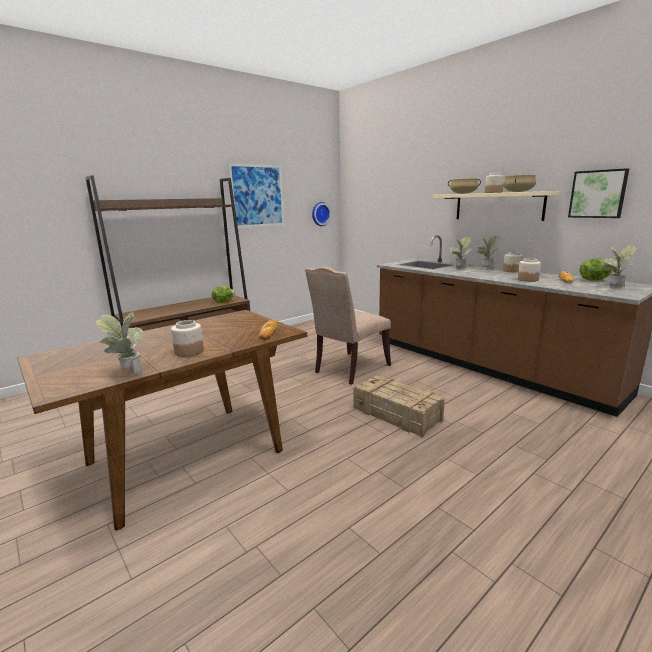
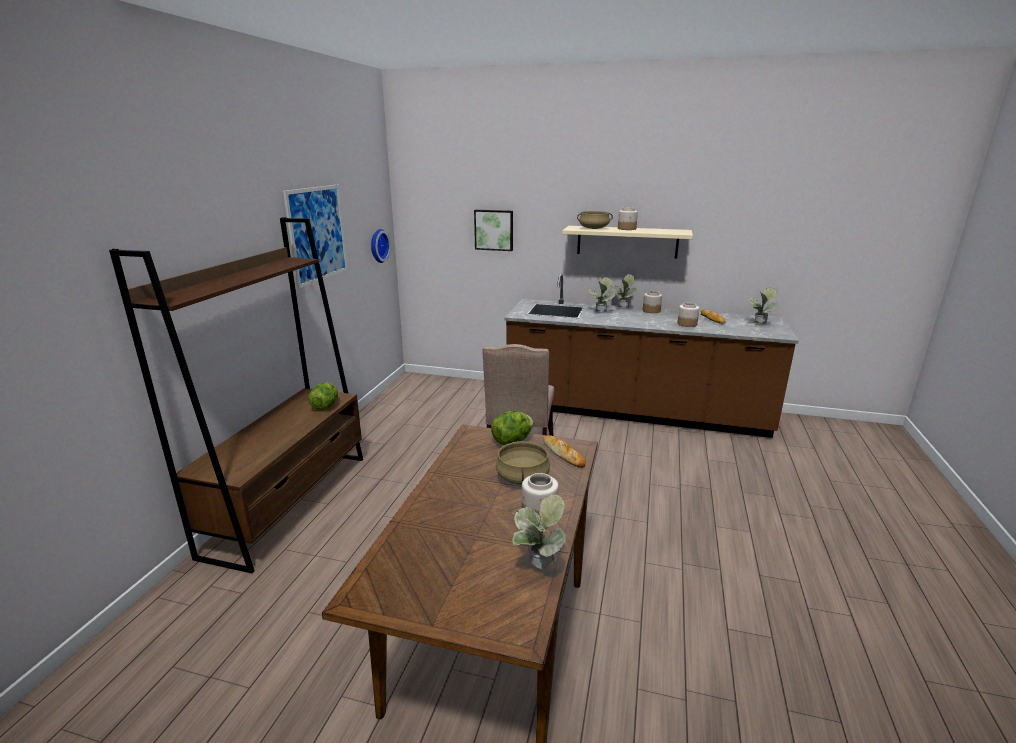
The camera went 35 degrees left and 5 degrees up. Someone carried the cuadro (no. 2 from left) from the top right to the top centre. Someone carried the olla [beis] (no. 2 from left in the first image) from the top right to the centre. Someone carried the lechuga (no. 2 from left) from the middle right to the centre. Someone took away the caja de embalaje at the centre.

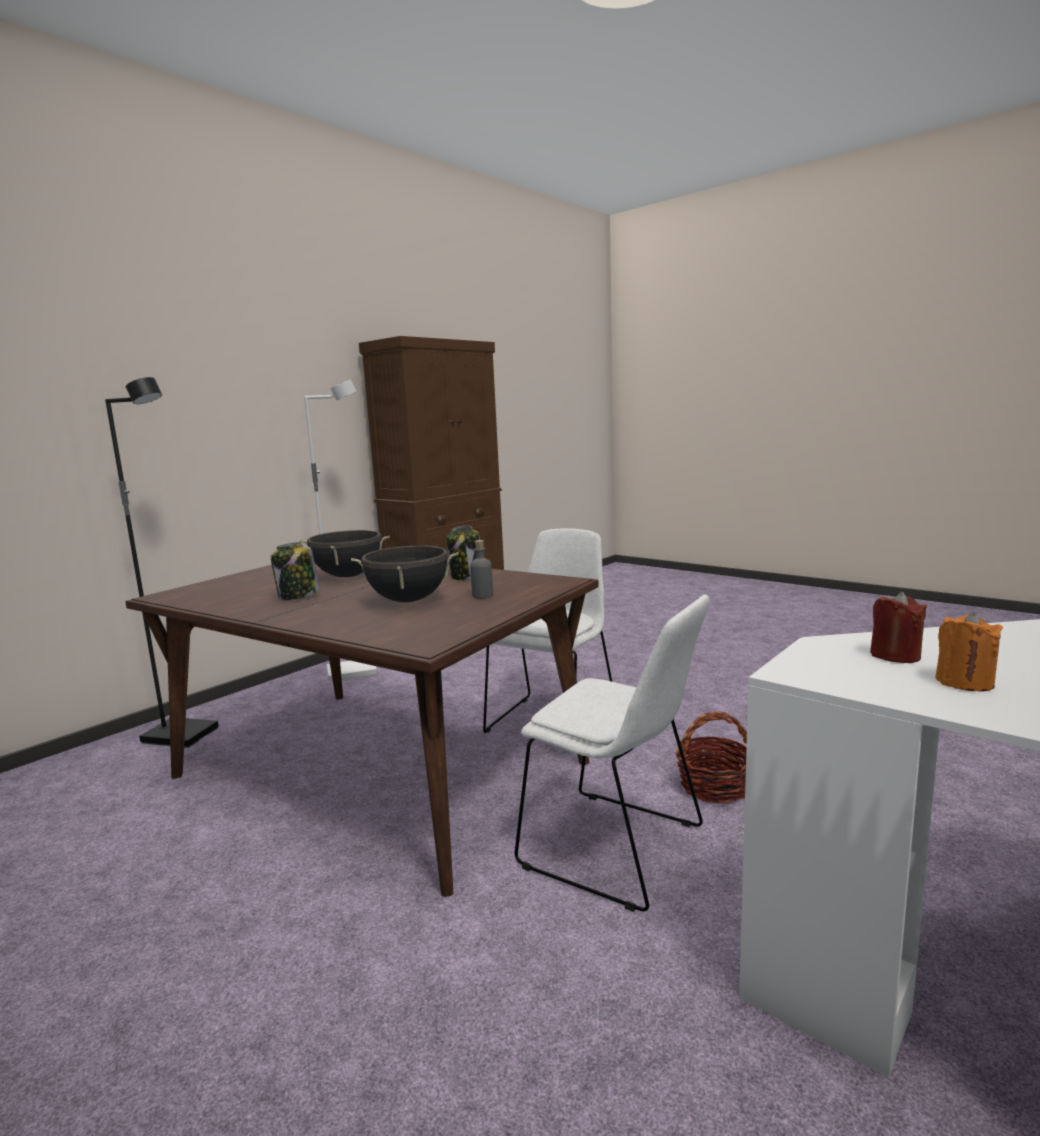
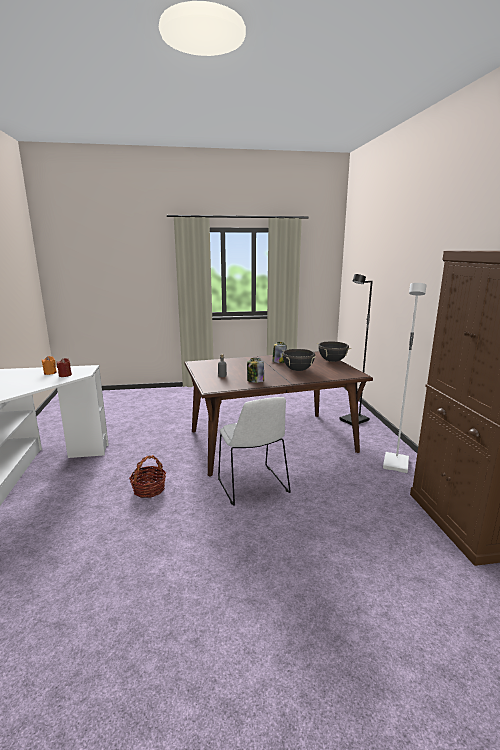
The camera went 130 degrees right and 5 degrees up. Someone carried the olla [negro] (no. 2 from left) from the centre to the middle right. Someone took away the silla [blanco] (no. 2 from left) at the centre.

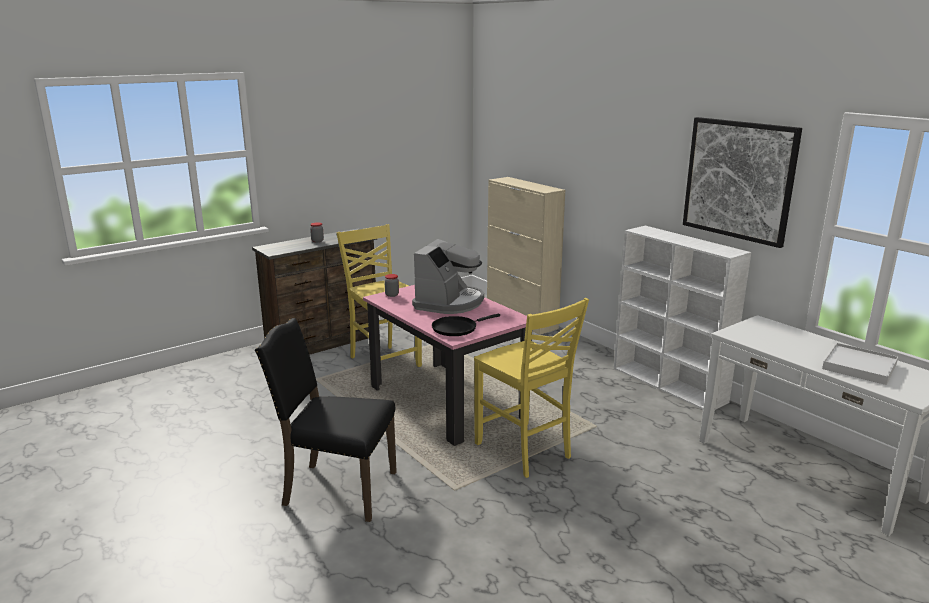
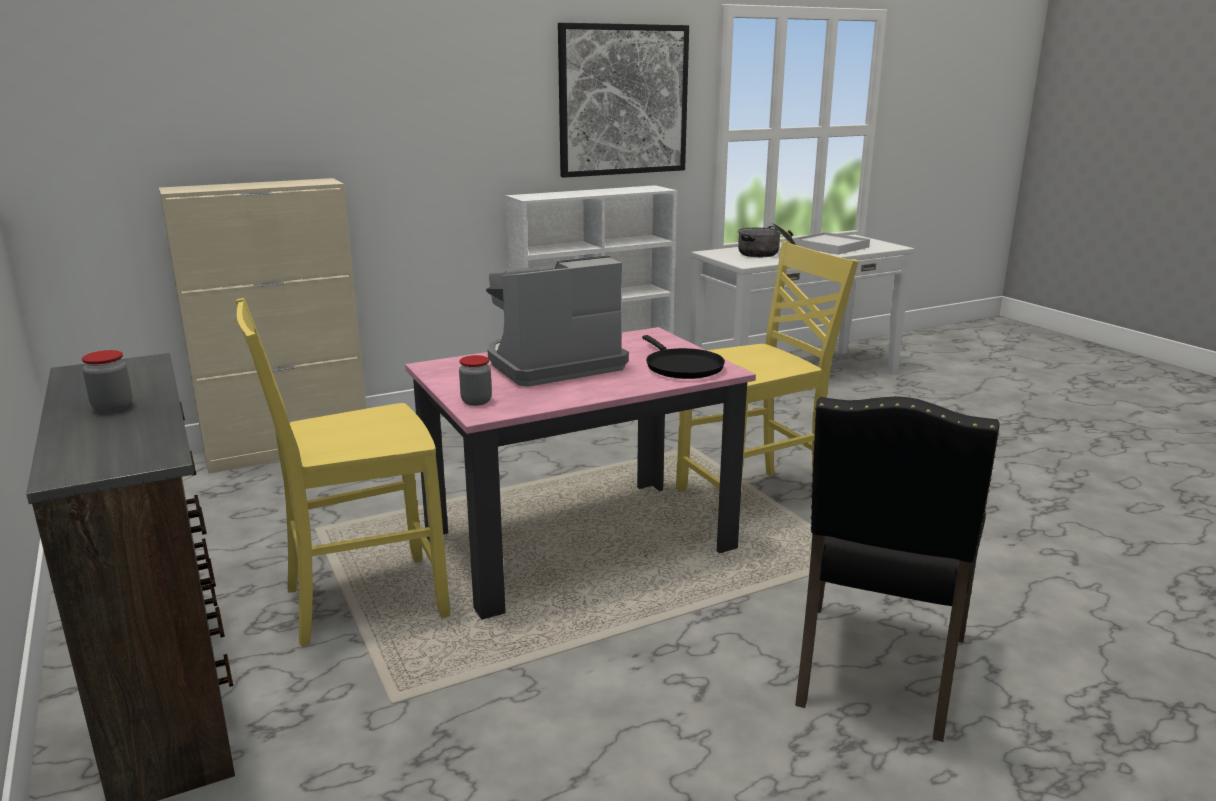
The camera went 80 degrees left and 0 degrees up. Someone rotated the cafetera at the centre by 60 degrees counterclockwise. Someone put down the olla at the top centre.

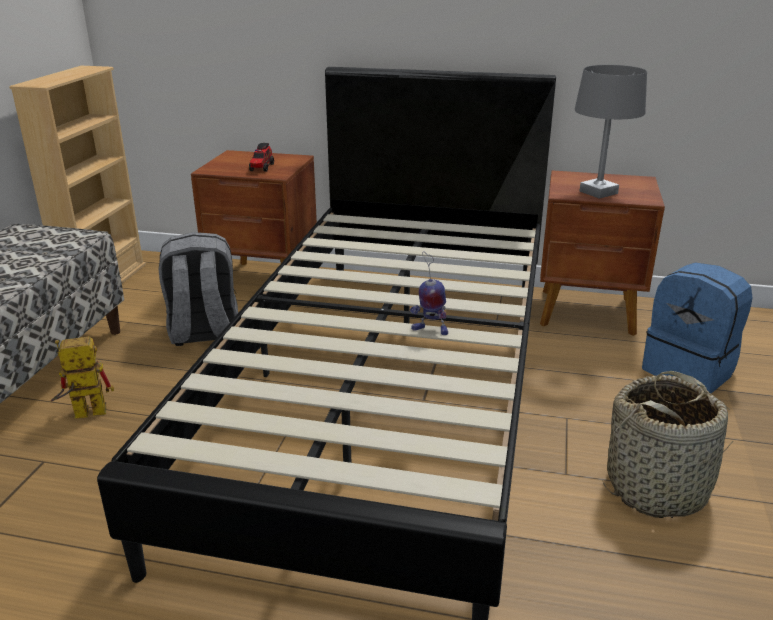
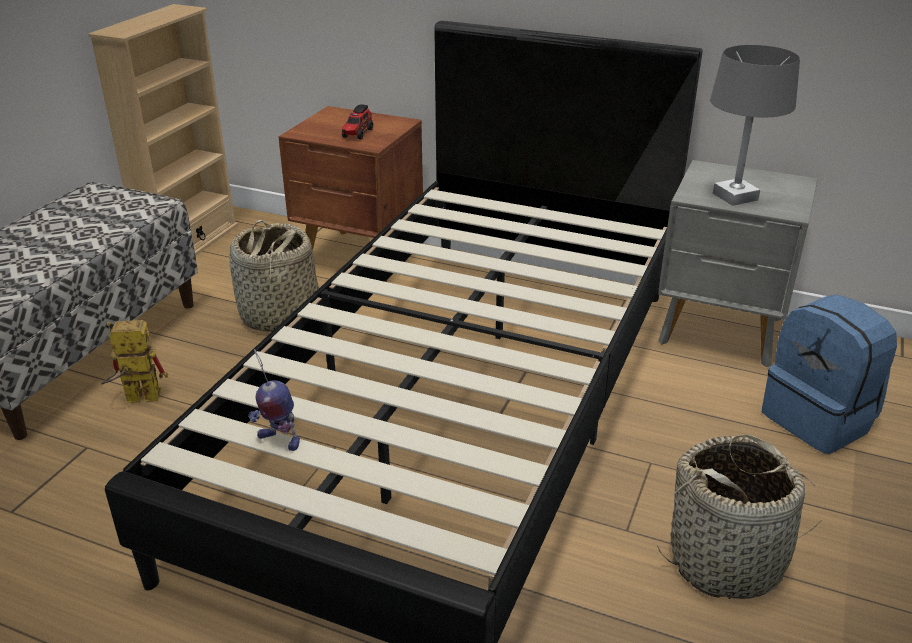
The camera went 10 degrees right and 5 degrees up. Someone repainted the mesita de noche [marrón] (no. 2 from left) at the middle right, which became the mesita de noche [gris] at the middle right. Someone swapped the mochila [gris] at the middle left for the cesta (no. 1 from left) at the middle left. Someone carried the robot de juguete (no. 2 from left) from the centre to the middle left.

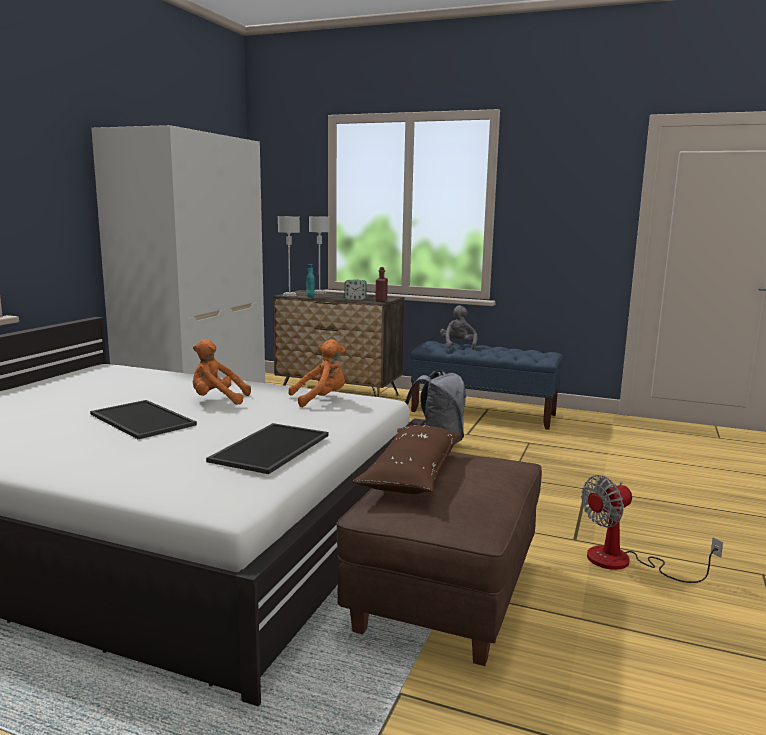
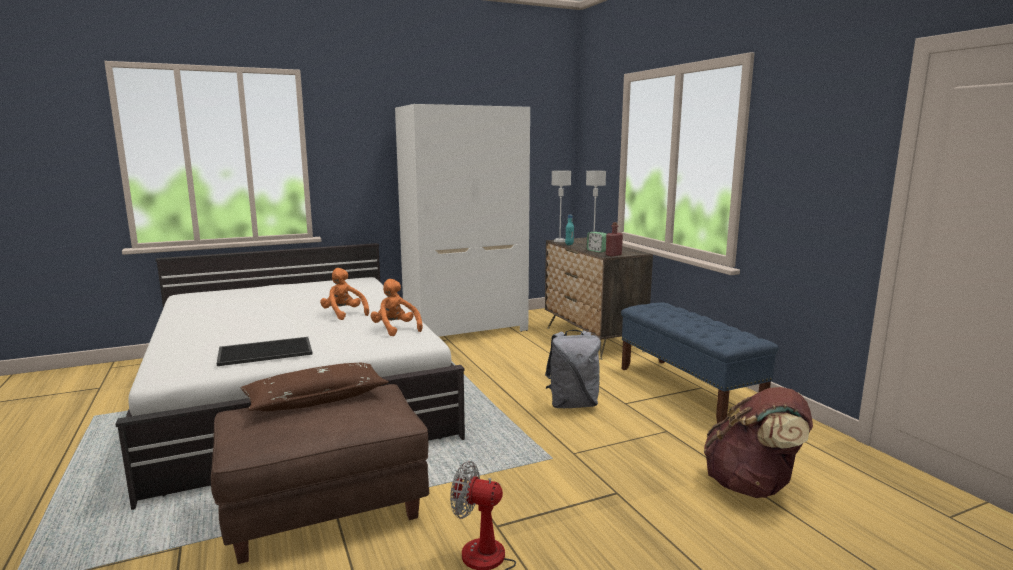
The camera went 45 degrees right and 0 degrees up. Someone took away the peluche [gris] at the centre. Someone rotated the peluche [naranja] (no. 2 from left) at the centre by 150 degrees counterclockwise. Someone took away the bandeja (no. 1 from left) at the middle left. Someone put down the mochila [marrón] at the bottom right.

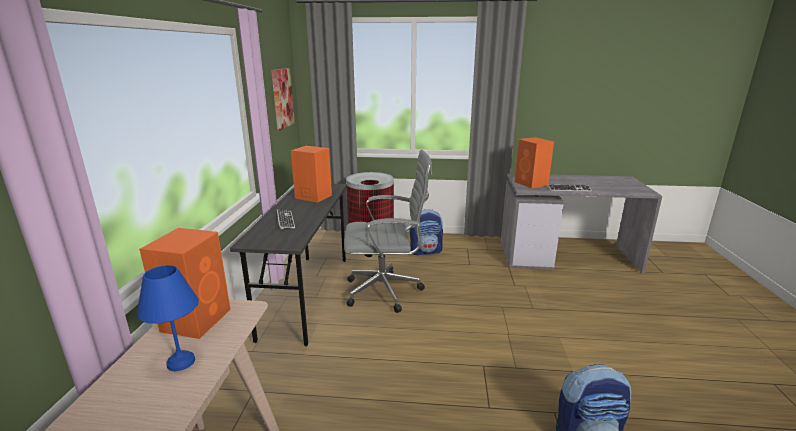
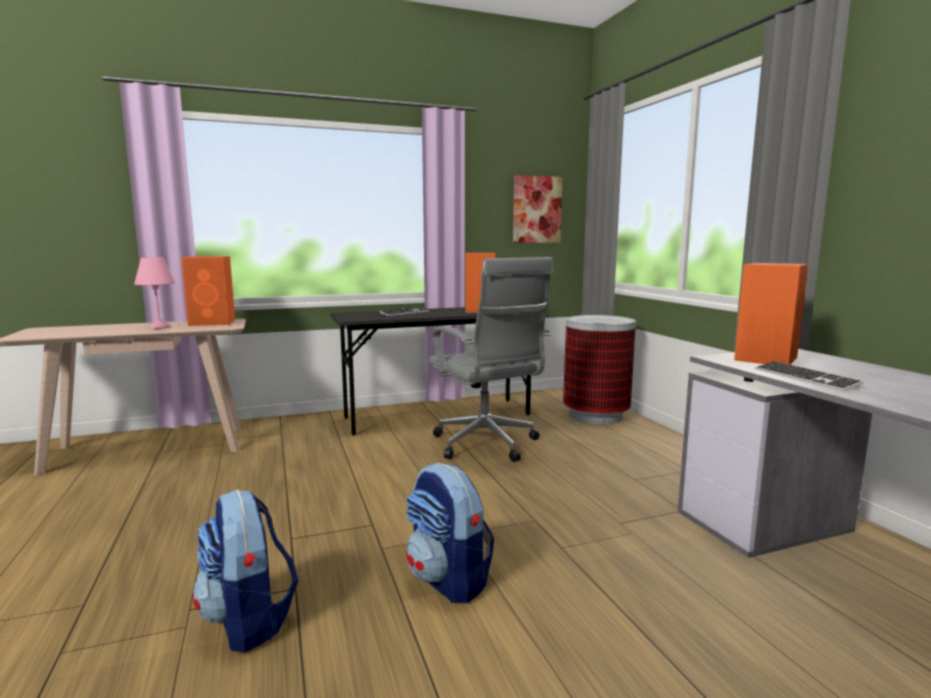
The camera went 65 degrees right and 10 degrees down. Someone carried the mochila (no. 1 from left in the first image) from the centre to the bottom centre. Someone repainted the lámpara de mesa [azul] at the bottom left, which became the lámpara de mesa [rosa] at the middle left.

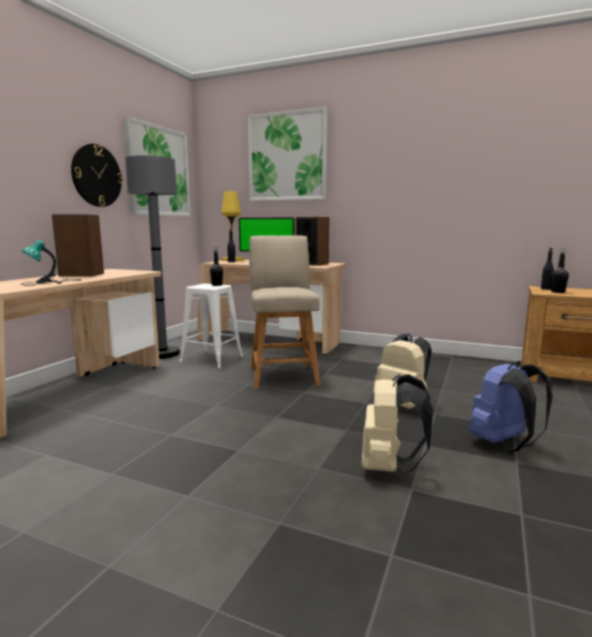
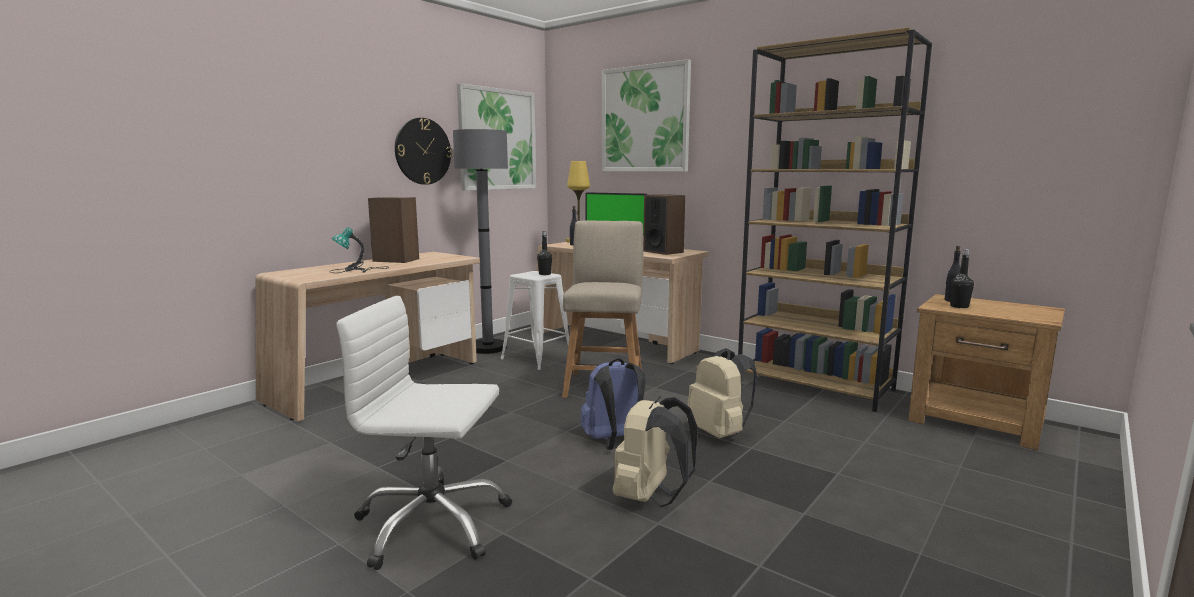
The camera went 15 degrees right and 0 degrees up. Someone carried the mochila [azul] from the middle right to the bottom centre. Someone put down the estantería [marrón] at the middle right. Someone put down the silla de oficina [blanco] at the bottom centre.

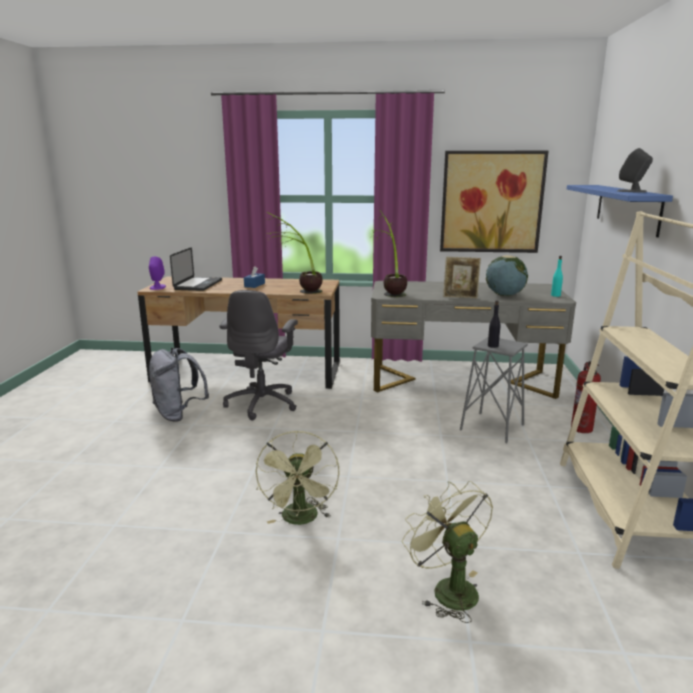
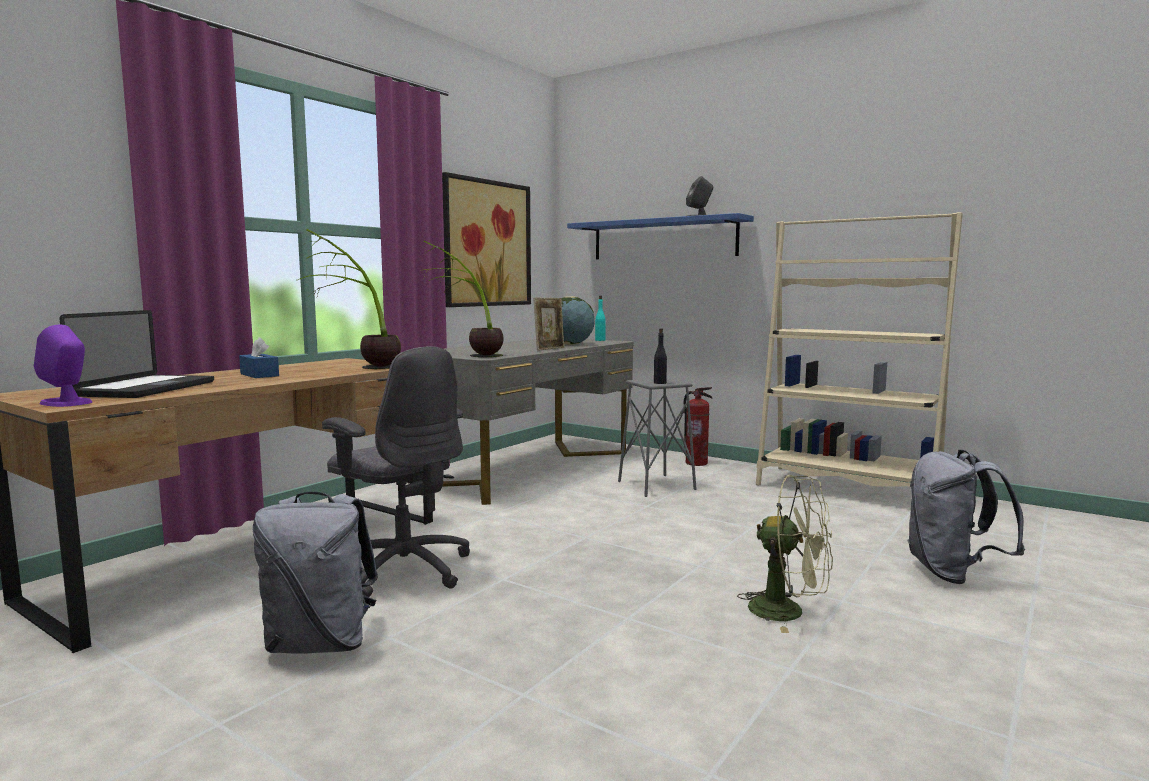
The camera went 60 degrees left and 10 degrees down. Someone rotated the portátil at the middle left by 60 degrees clockwise. Someone swapped the ventilador [verde] (no. 2 from left) at the bottom centre for the mochila [gris] (no. 2 from left) at the middle right.

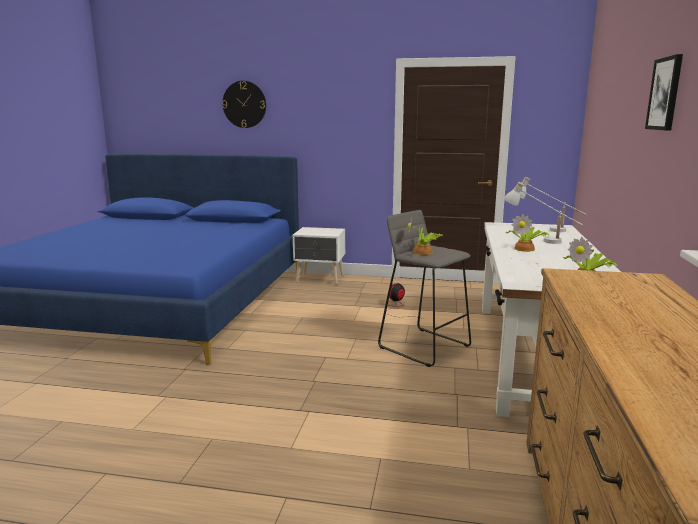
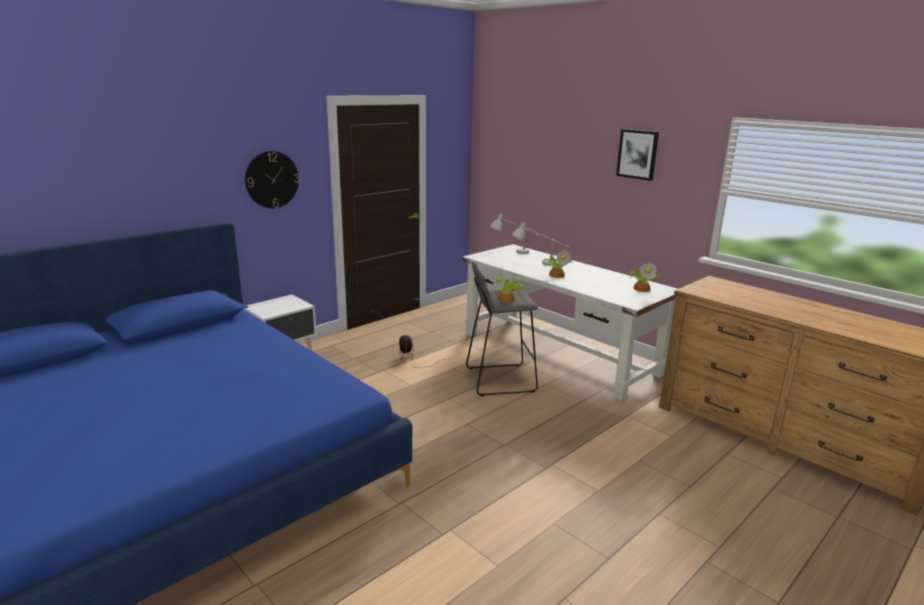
The camera went 55 degrees left and 5 degrees up. Someone carried the reloj de pared from the top centre to the top left.

